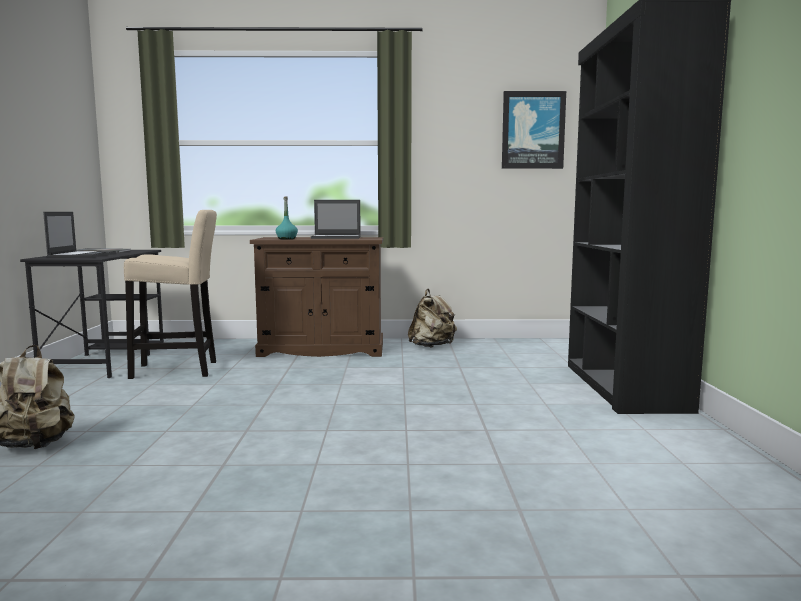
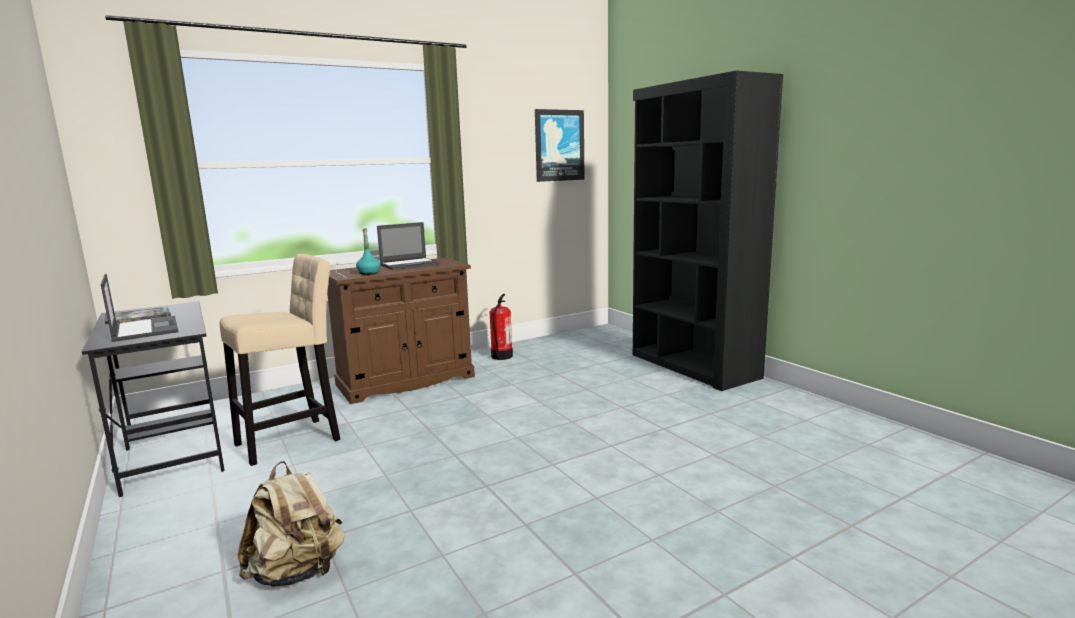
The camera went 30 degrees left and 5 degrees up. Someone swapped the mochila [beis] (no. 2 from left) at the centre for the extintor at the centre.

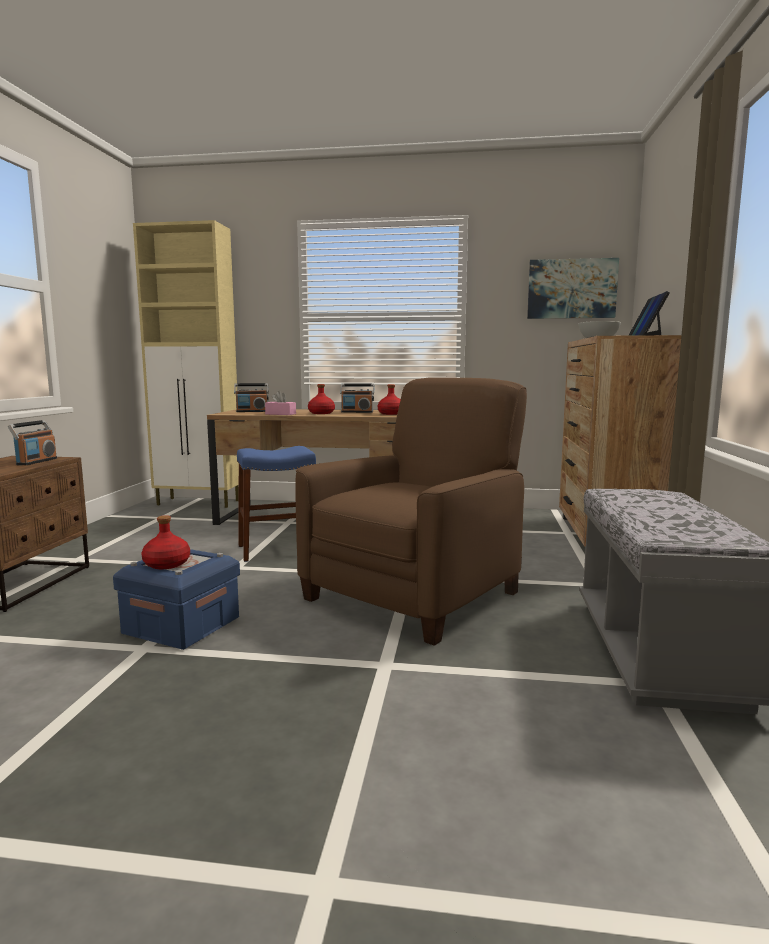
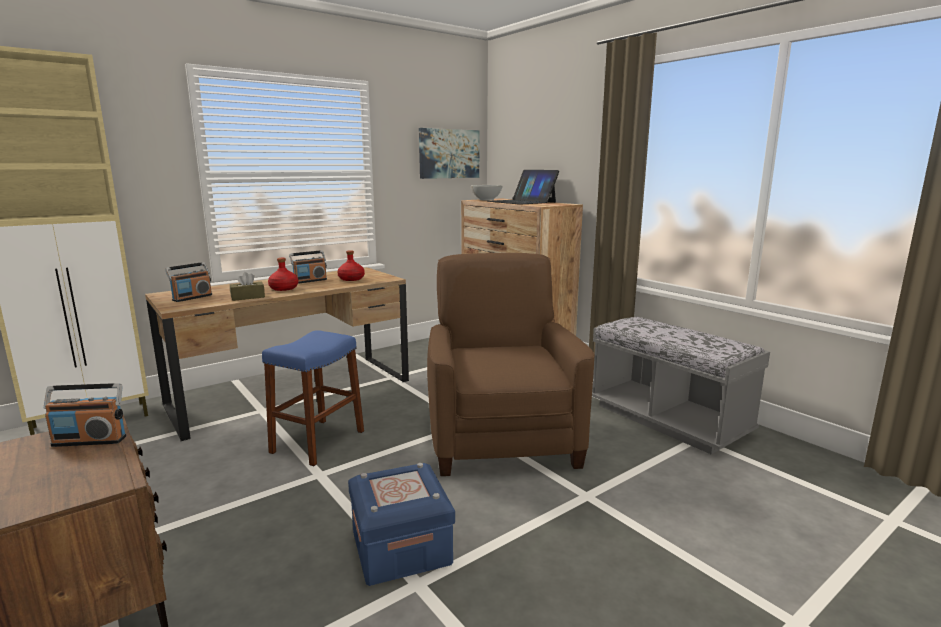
The camera went 45 degrees left and 5 degrees up. Someone repainted the caja de pañuelos [rosa] at the centre, which became the caja de pañuelos [marrón] at the middle left. Someone rotated the radio (no. 1 from left) at the middle left by 120 degrees clockwise. Someone took away the botella [rojo] (no. 1 from left) at the middle left.

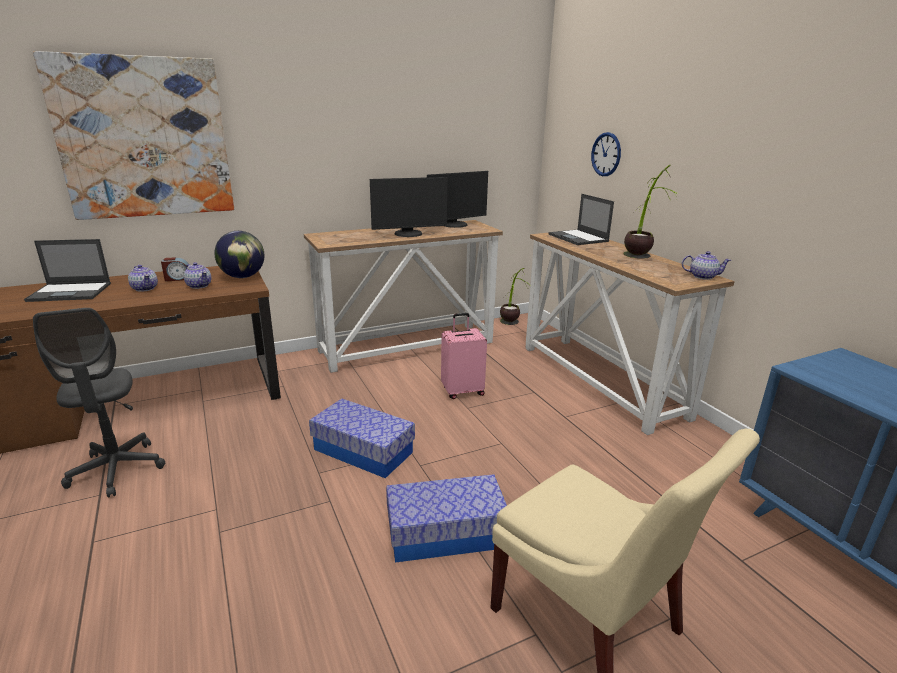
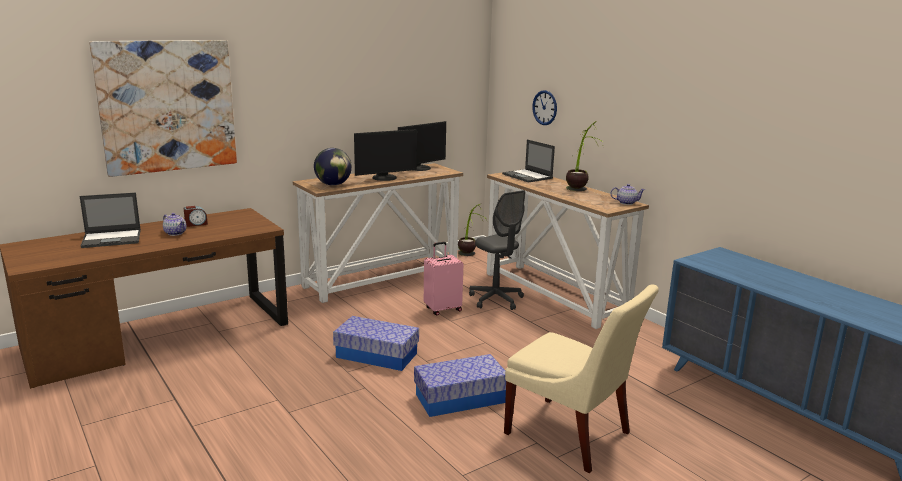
The camera went 10 degrees left and 5 degrees down. Someone carried the globo terráqueo from the middle left to the centre. Someone took away the tetera (no. 2 from left) at the middle left. Someone carried the silla de oficina [gris] from the middle left to the centre.

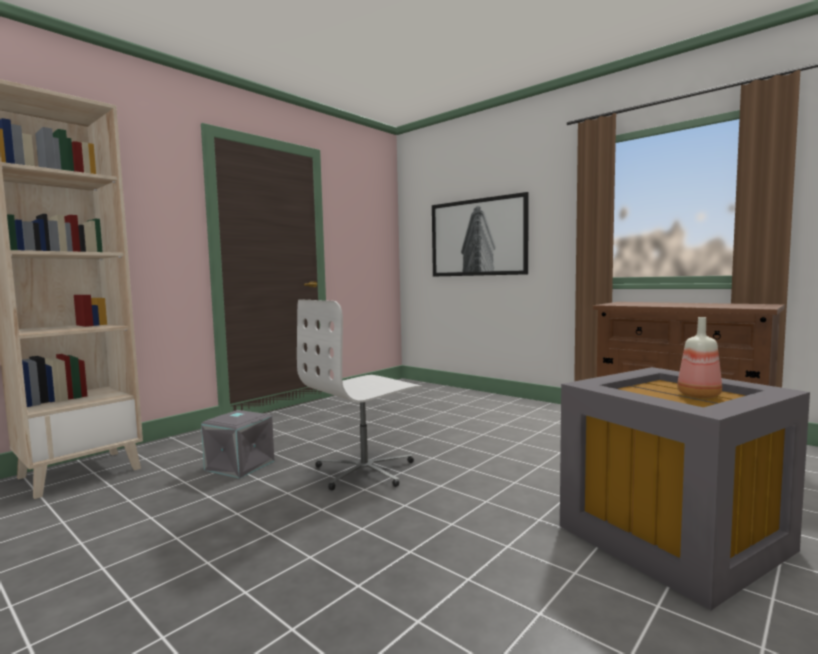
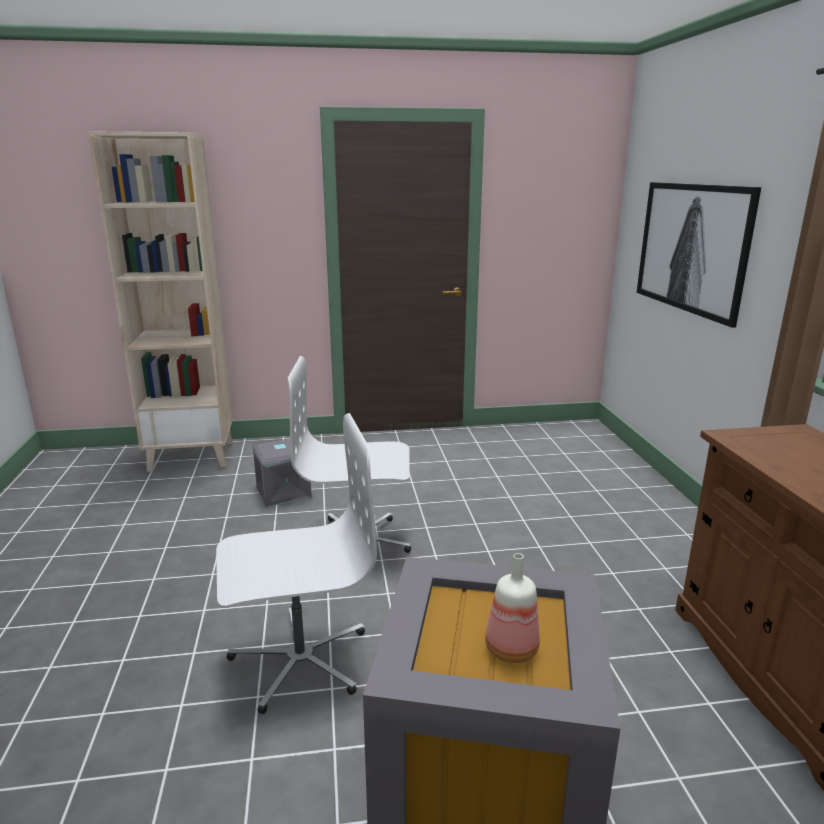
The camera went 40 degrees right and 15 degrees up. Someone put down the silla de oficina [blanco] (no. 1 from left) at the bottom centre.

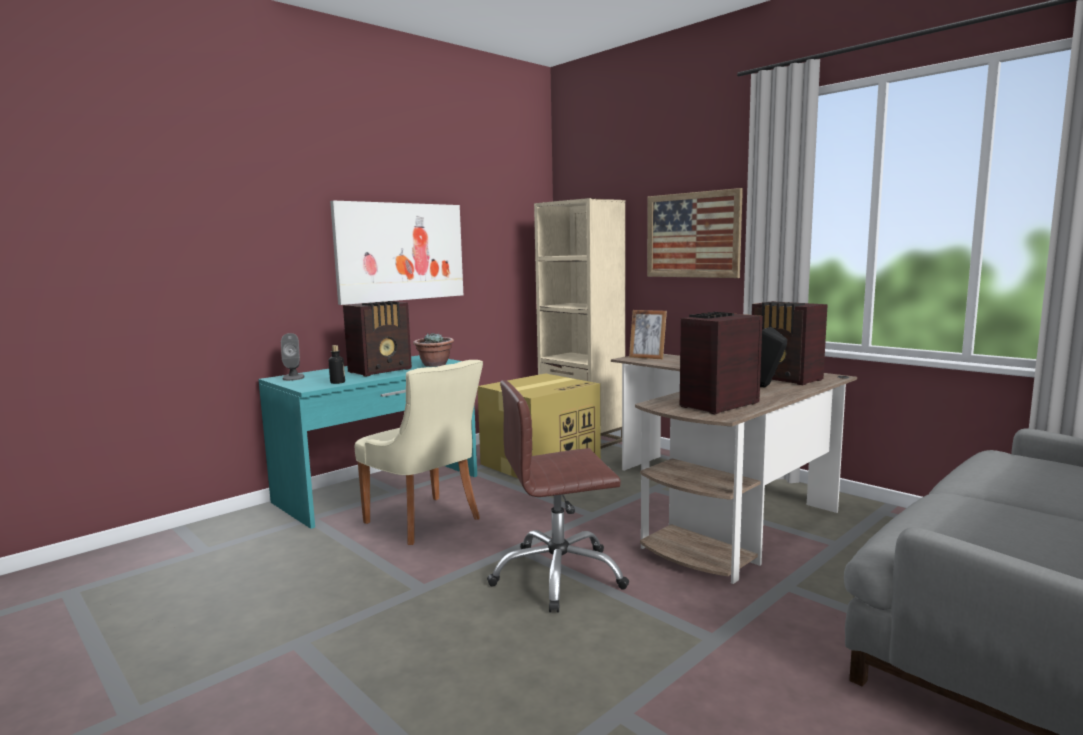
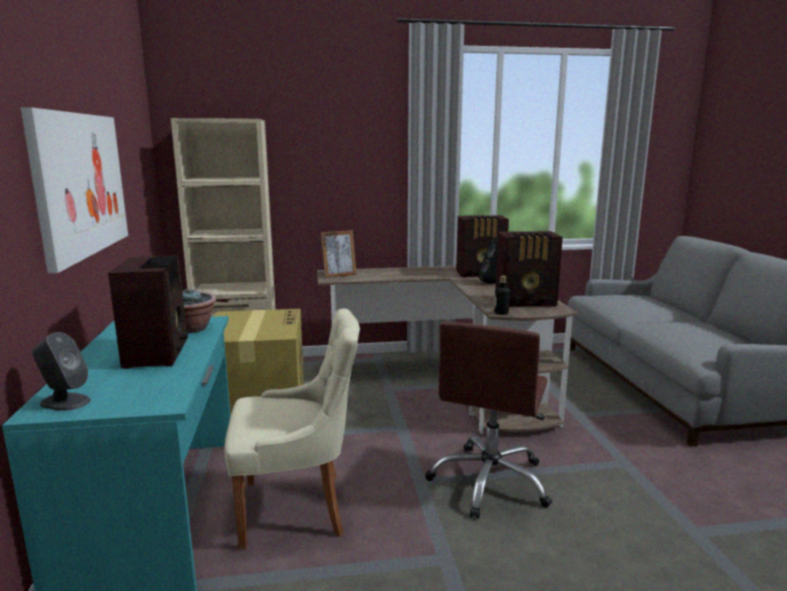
The camera went 55 degrees left and 5 degrees up. Someone took away the cuadro (no. 2 from left) at the top centre. Someone rotated the radio (no. 2 from left in the first image) at the centre by 90 degrees counterclockwise. Someone carried the botella from the middle left to the centre.

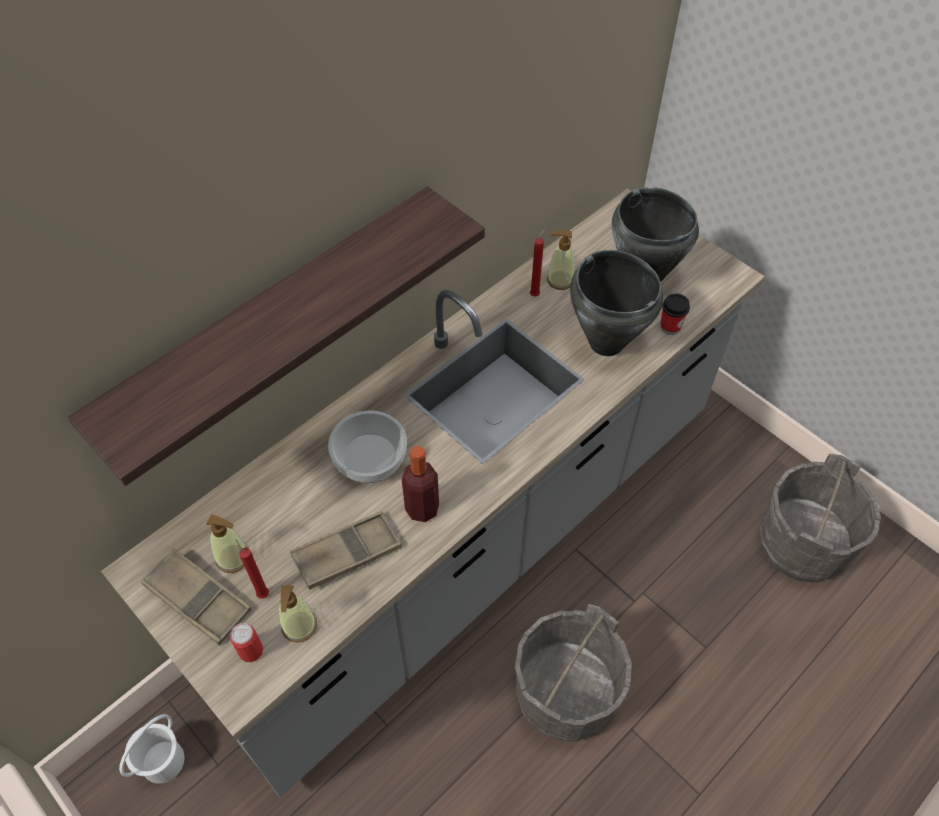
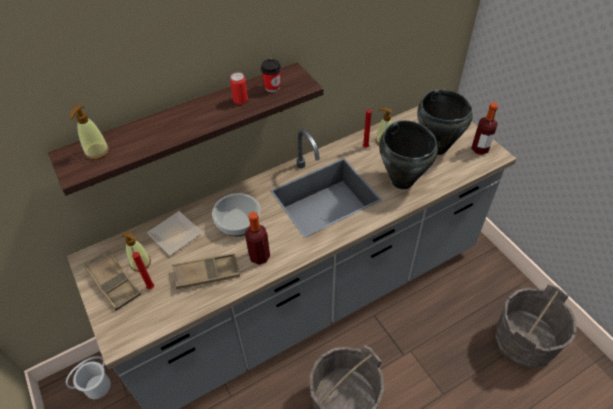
The camera went 15 degrees right and 5 degrees down. Someone carried the taza from the middle right to the top centre. Someone carried the dispensador de jabón (no. 2 from left in the first image) from the bottom left to the top left. Someone carried the lata from the bottom left to the top centre. Someone put down the botella (no. 2 from left) at the top right. Someone put down the plato at the middle left.

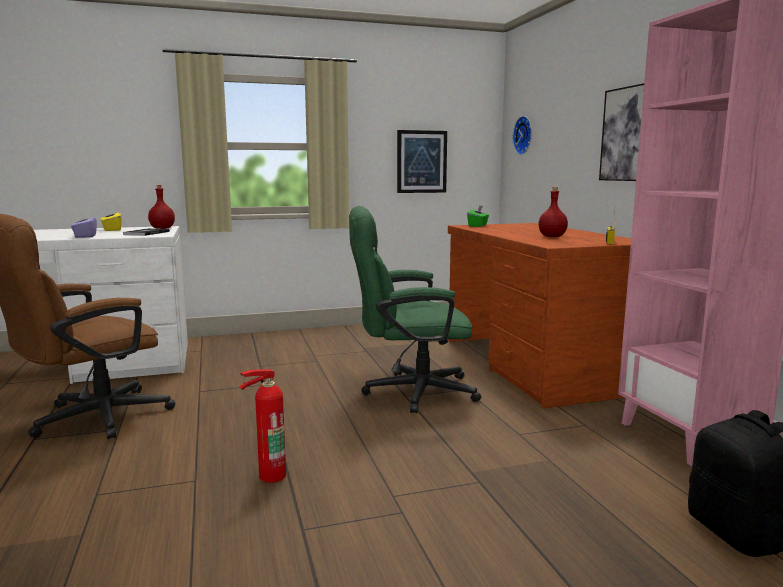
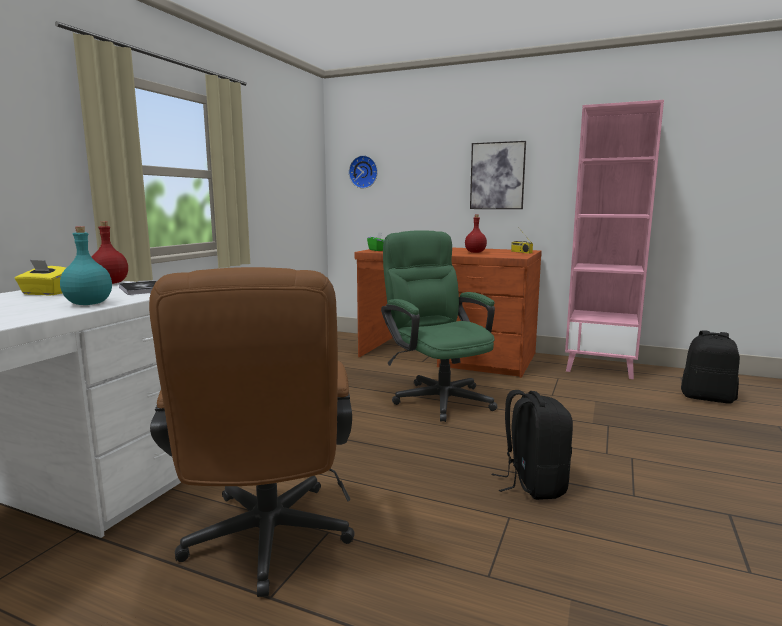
The camera went 50 degrees left and 0 degrees up. Someone took away the cuadro (no. 1 from left) at the top centre. Someone rotated the silla de oficina [verde] at the centre by 120 degrees clockwise. Someone swapped the caja de pañuelos [morado] at the middle left for the botella [turquesa] at the middle left. Someone swapped the extintor at the bottom centre for the mochila [negro] (no. 1 from left) at the bottom right.

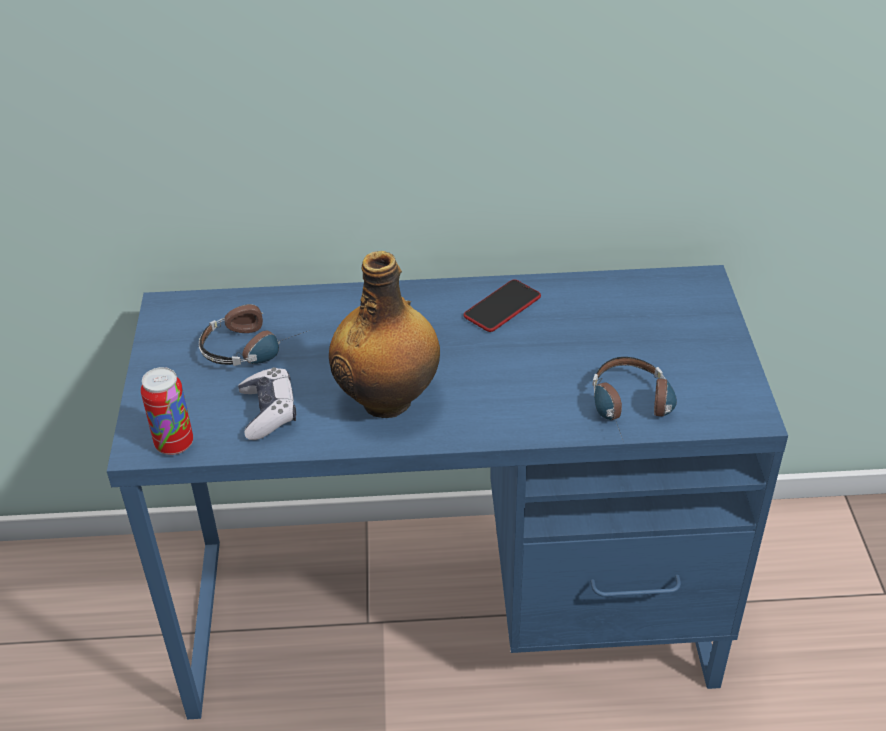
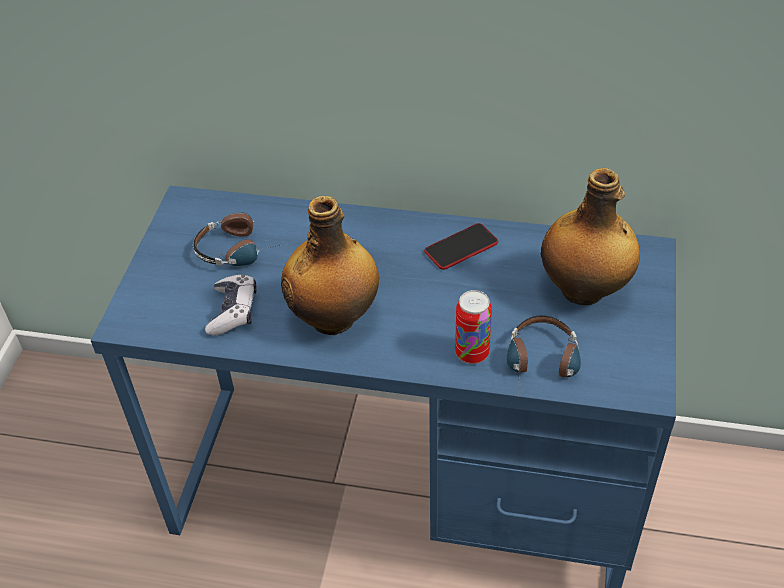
The camera went 15 degrees right and 5 degrees up. Someone carried the lata from the middle left to the centre. Someone put down the botella (no. 2 from left) at the middle right.

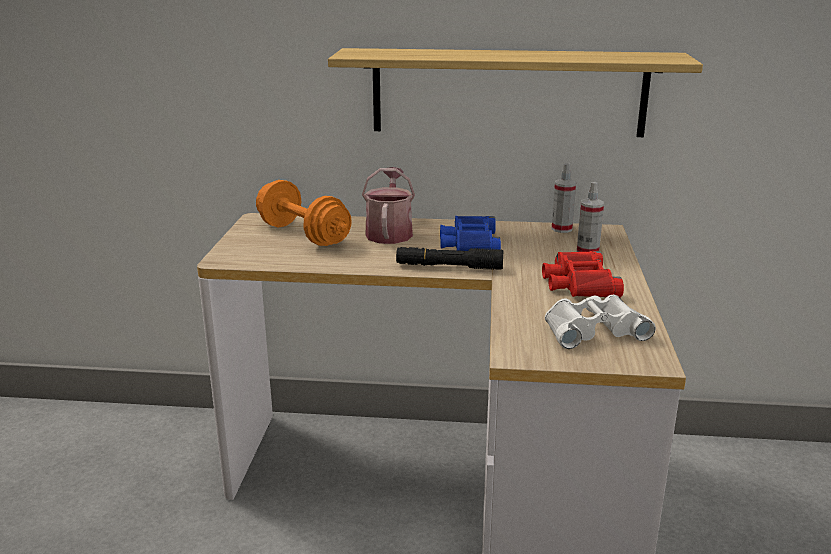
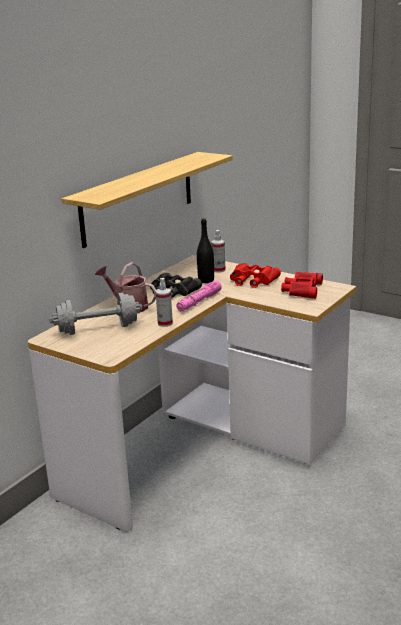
The camera went 60 degrees left and 0 degrees up. Someone carried the pulverizador (no. 1 from left) from the middle right to the centre. Someone repainted the mancuerna [naranja] at the centre, which became the mancuerna [gris] at the middle left. Someone repainted the prismáticos [azul] at the centre, which became the prismáticos [negro] at the centre. Someone repainted the linterna [negro] at the centre, which became the linterna [rosa] at the centre. Someone repainted the prismáticos [blanco] at the middle right, which became the prismáticos [rojo] (no. 2 from left) at the middle right. Someone put down the botella [negro] at the centre.

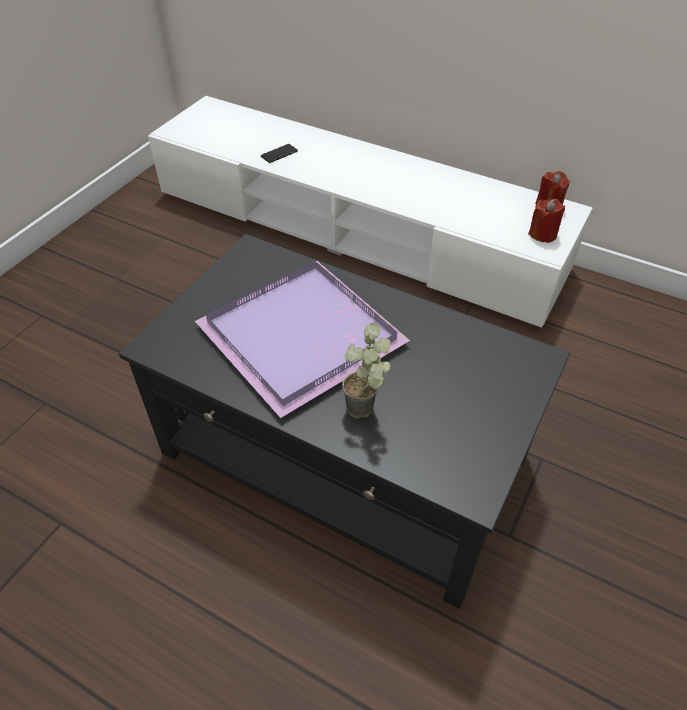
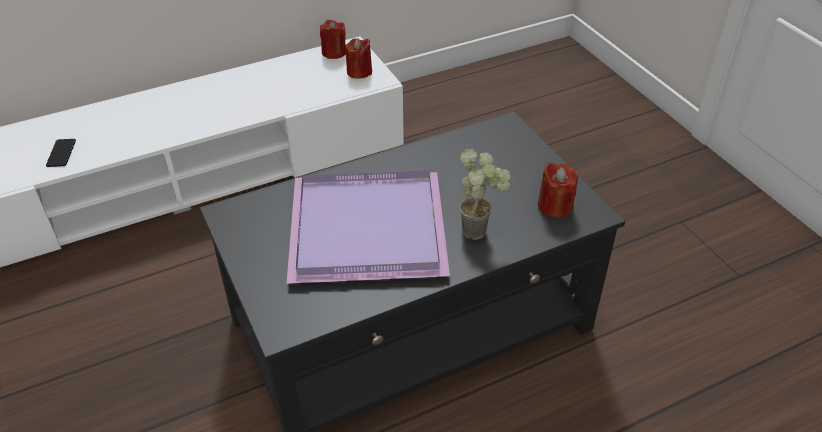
The camera went 55 degrees left and 5 degrees down. Someone put down the vela [rojo] (no. 3 from left) at the middle right.

